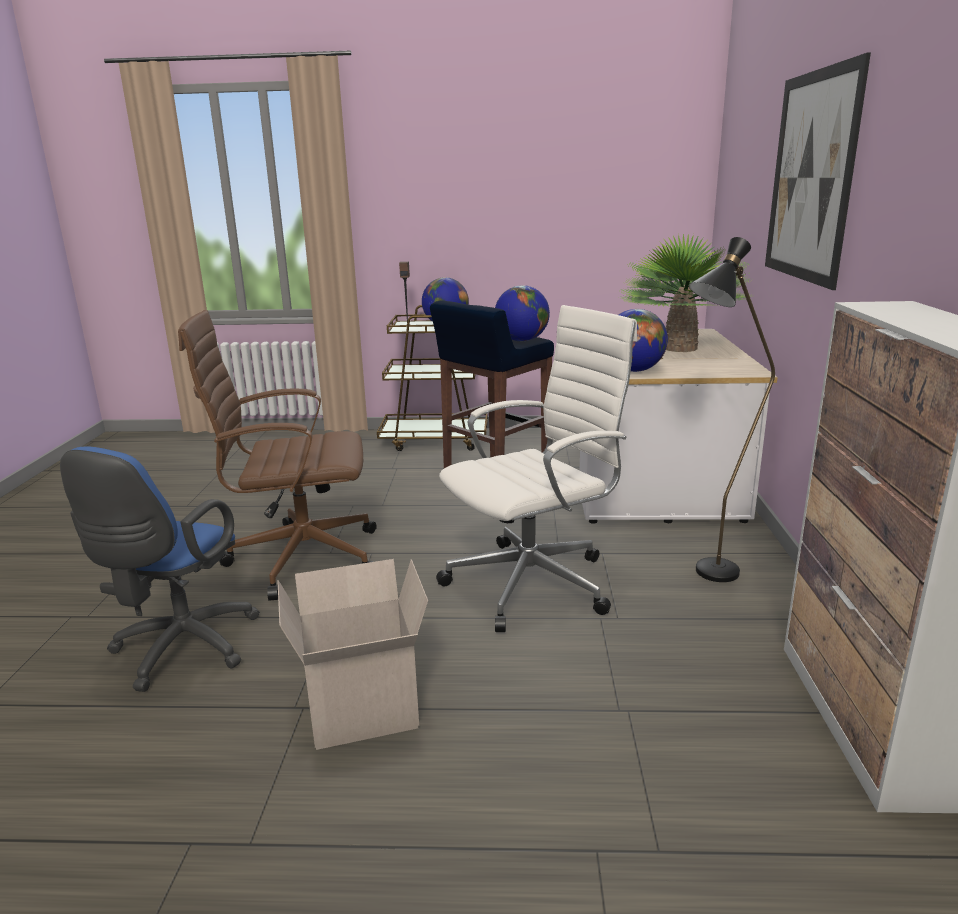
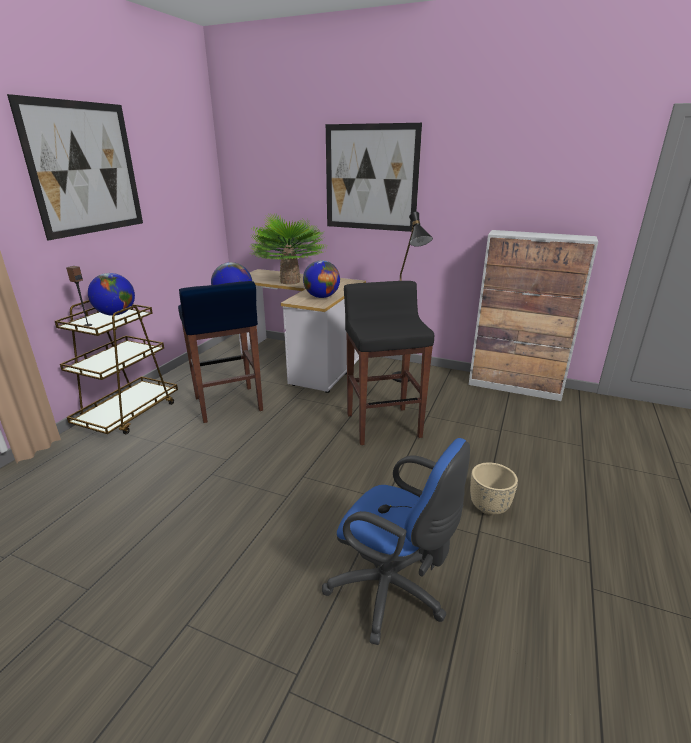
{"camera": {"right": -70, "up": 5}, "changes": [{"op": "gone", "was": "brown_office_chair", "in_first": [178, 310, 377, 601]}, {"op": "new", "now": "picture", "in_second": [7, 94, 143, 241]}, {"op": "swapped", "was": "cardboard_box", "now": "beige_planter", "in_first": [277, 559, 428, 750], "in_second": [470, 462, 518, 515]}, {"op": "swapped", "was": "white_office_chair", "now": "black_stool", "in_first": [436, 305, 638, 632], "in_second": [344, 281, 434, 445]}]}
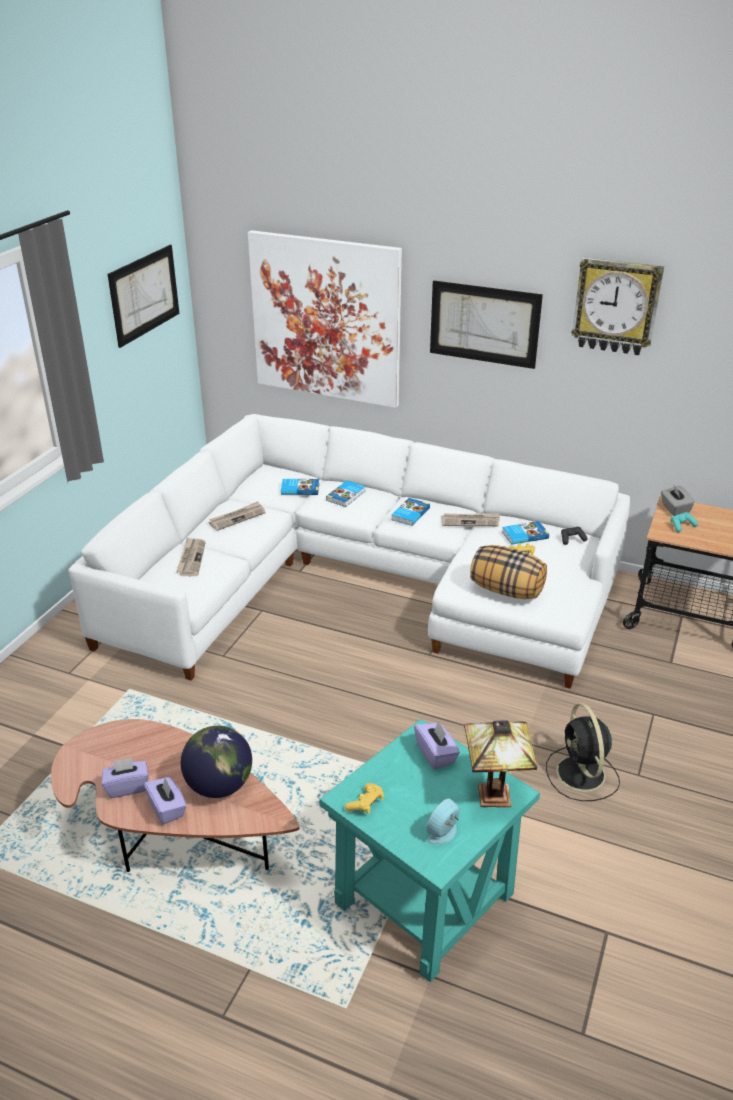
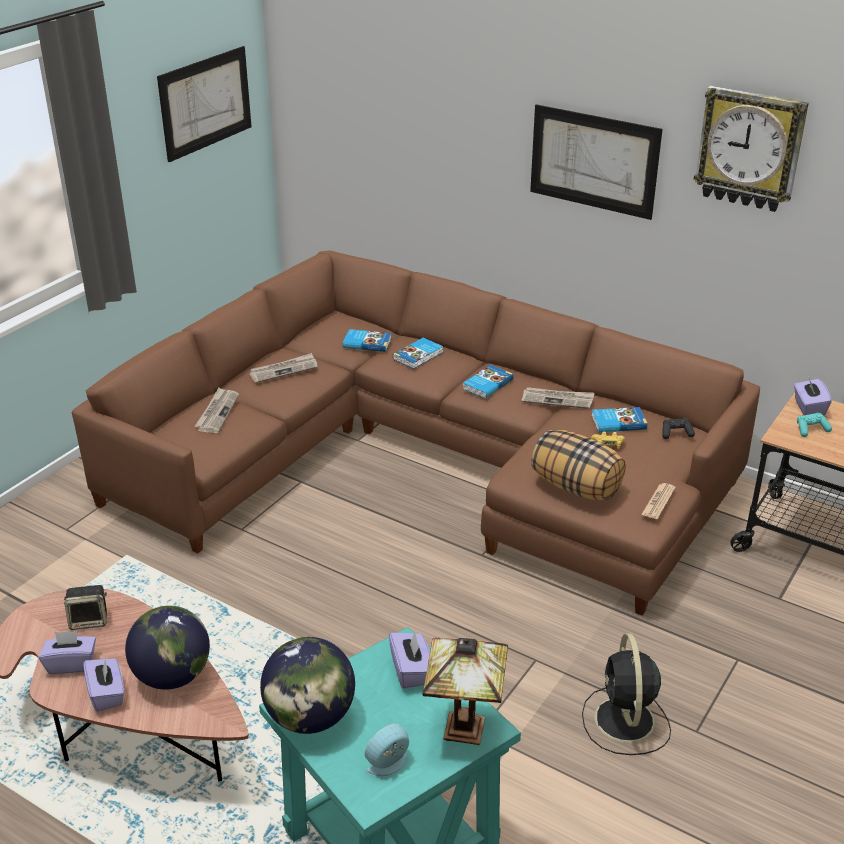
{"camera": {"right": 10, "up": 0}, "changes": [{"op": "gone", "was": "picture", "in_first": [248, 230, 402, 408]}, {"op": "new", "now": "speaker", "in_second": [64, 585, 107, 630]}, {"op": "new", "now": "newspaper", "in_second": [641, 483, 676, 519]}, {"op": "swapped", "was": "yellow_game_controller", "now": "globe", "in_first": [345, 783, 384, 814], "in_second": [260, 637, 355, 734]}, {"op": "repainted", "was": "white_sofa", "now": "brown_sofa", "in_first": [68, 414, 630, 689], "in_second": [72, 250, 760, 616]}, {"op": "repainted", "was": "grey_tissue_box", "now": "purple_tissue_box", "in_first": [661, 484, 694, 516], "in_second": [794, 378, 831, 416]}]}
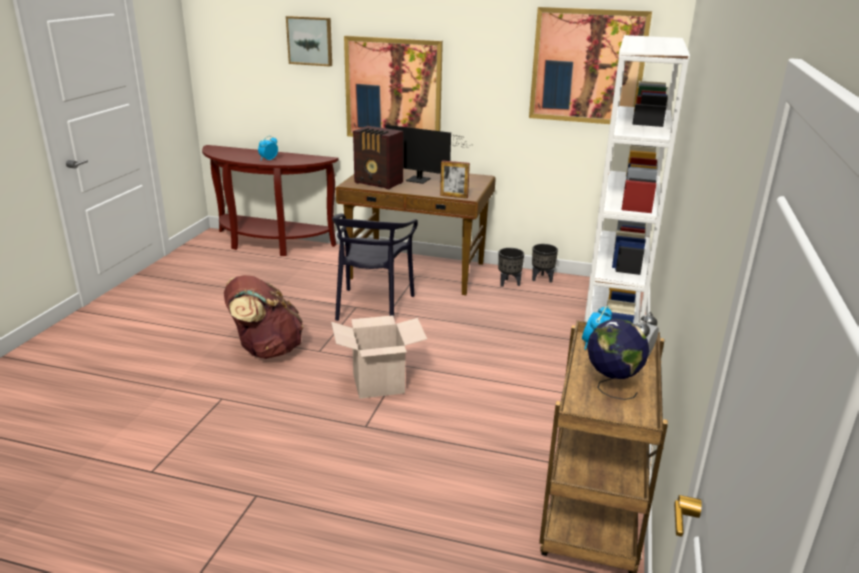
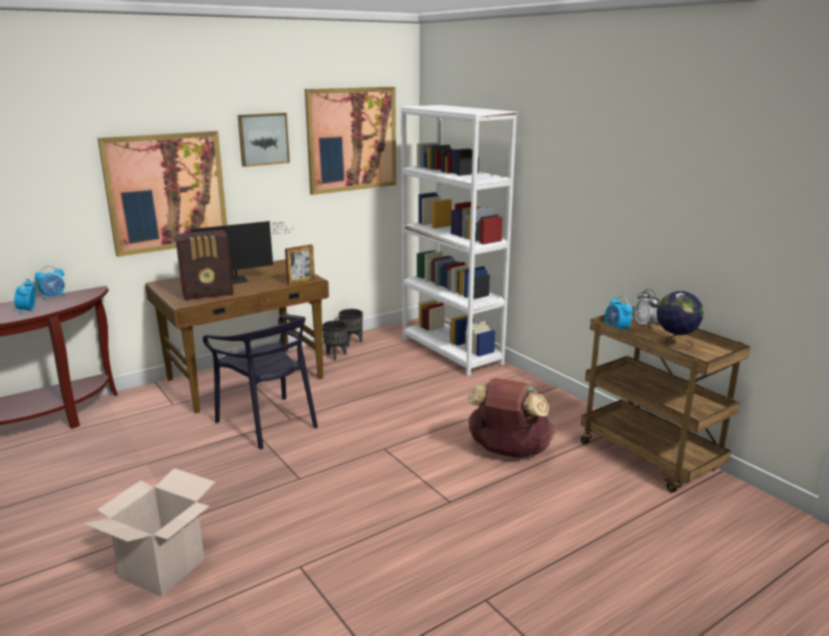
{"camera": {"right": -50, "up": -5}, "changes": [{"op": "new", "now": "alarm_clock", "in_second": [35, 266, 65, 300]}, {"op": "shifted", "was": "brown_backpack", "in_first": [224, 275, 304, 359], "in_second": [466, 378, 555, 458]}, {"op": "shifted", "was": "picture", "in_first": [286, 16, 332, 67], "in_second": [238, 113, 290, 167]}, {"op": "shifted", "was": "cardboard_box", "in_first": [331, 315, 427, 399], "in_second": [83, 468, 215, 597]}]}
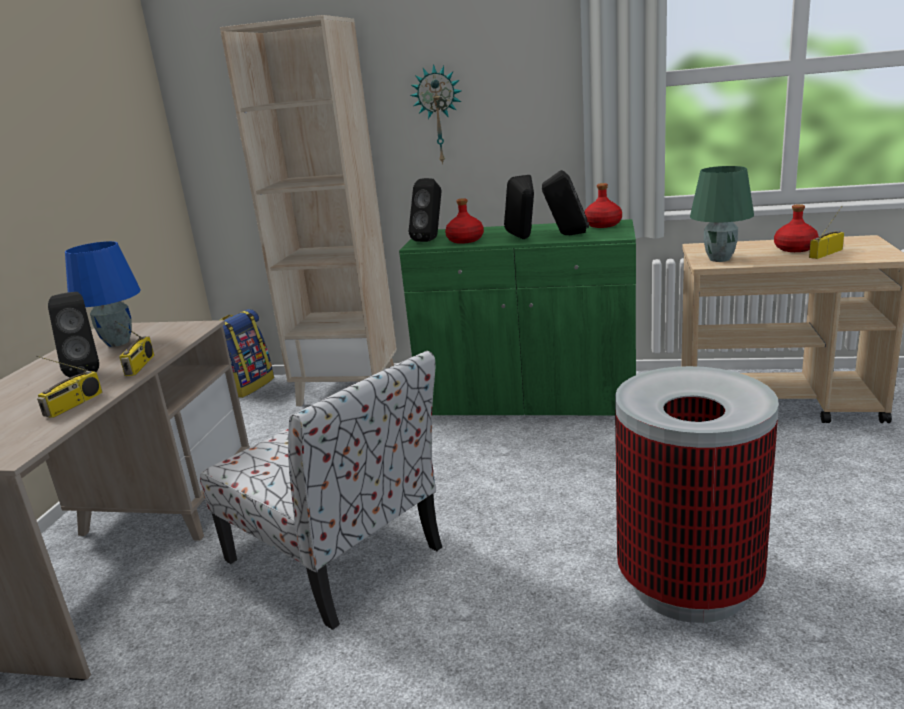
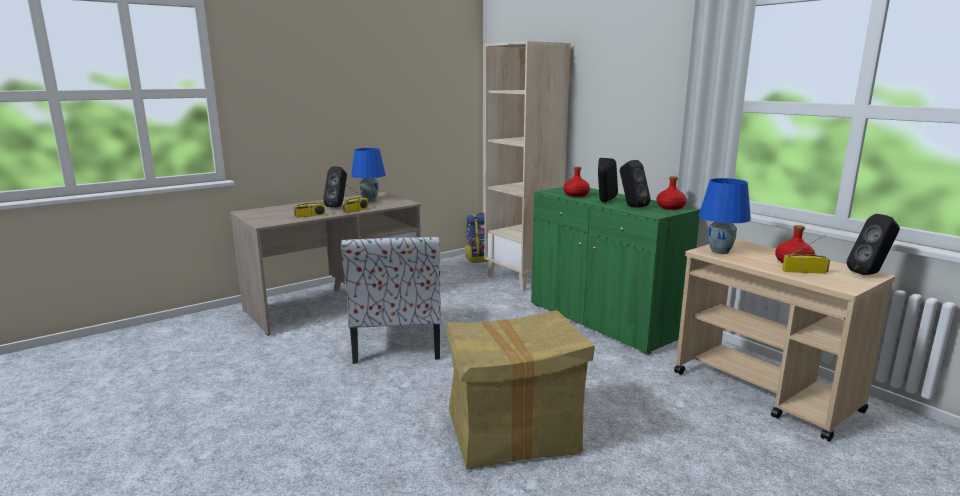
{"camera": {"right": 40, "up": -5}, "changes": [{"op": "gone", "was": "wall_clock", "in_first": [410, 64, 462, 165]}, {"op": "shifted", "was": "black_speaker", "in_first": [409, 178, 441, 242], "in_second": [847, 214, 900, 275]}, {"op": "swapped", "was": "trash_can", "now": "cardboard_box", "in_first": [615, 366, 779, 623], "in_second": [446, 310, 595, 470]}, {"op": "repainted", "was": "green_table_lamp", "now": "blue_table_lamp", "in_first": [690, 166, 754, 262], "in_second": [698, 178, 751, 254]}]}
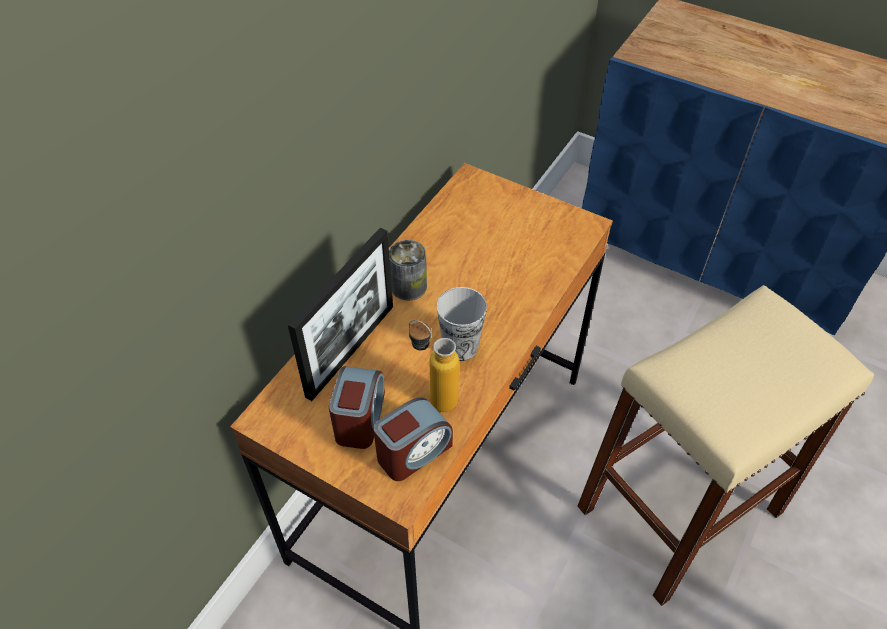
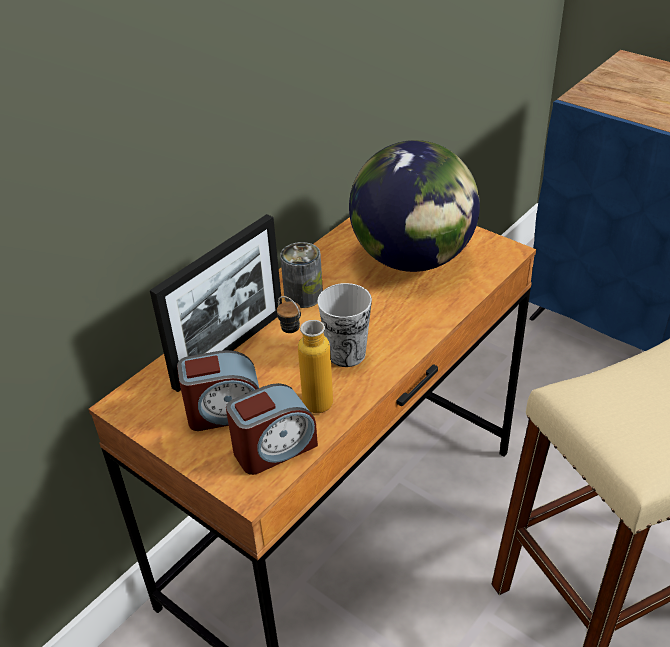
{"camera": {"right": 10, "up": -10}, "changes": [{"op": "new", "now": "globe", "in_second": [349, 140, 480, 272]}, {"op": "rotated", "was": "alarm_clock", "in_first": [329, 366, 385, 449], "in_second": [177, 350, 259, 431], "clockwise": 60}]}
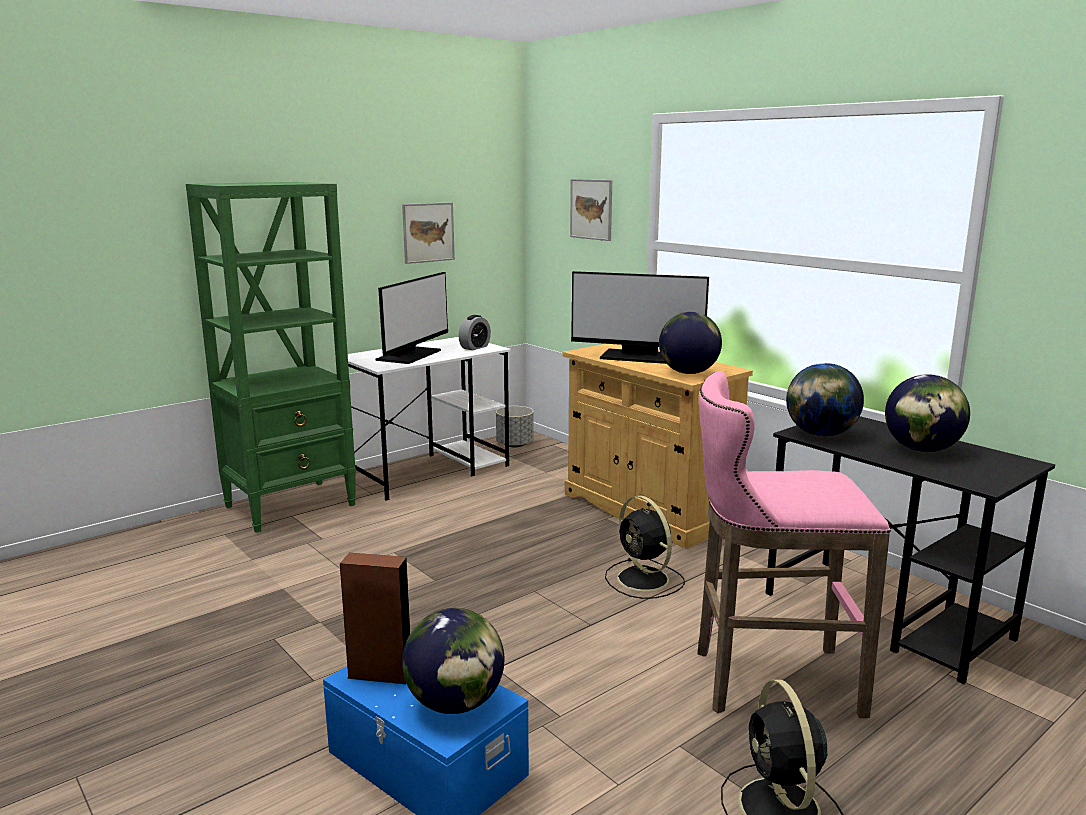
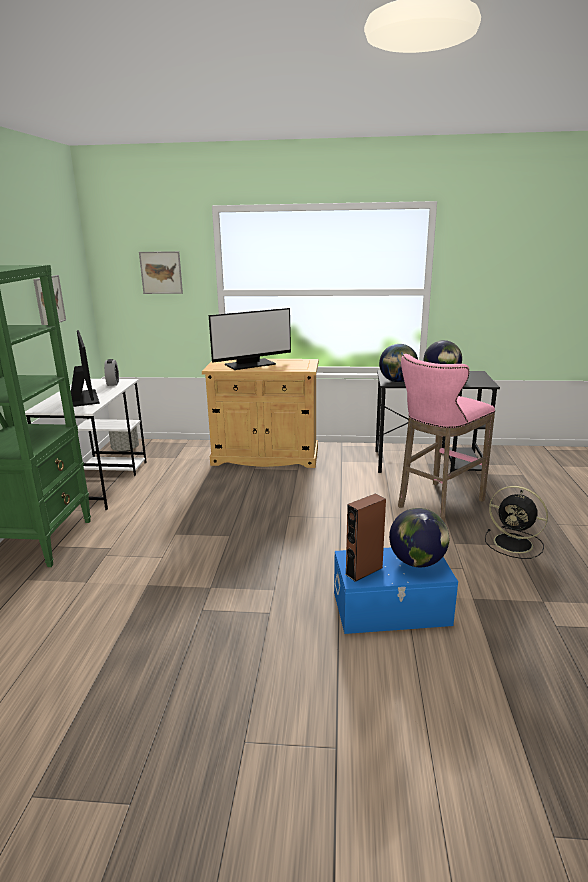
{"camera": {"right": -45, "up": 5}, "changes": [{"op": "gone", "was": "black_fan", "in_first": [605, 495, 685, 599]}, {"op": "gone", "was": "globe", "in_first": [659, 312, 722, 374]}]}
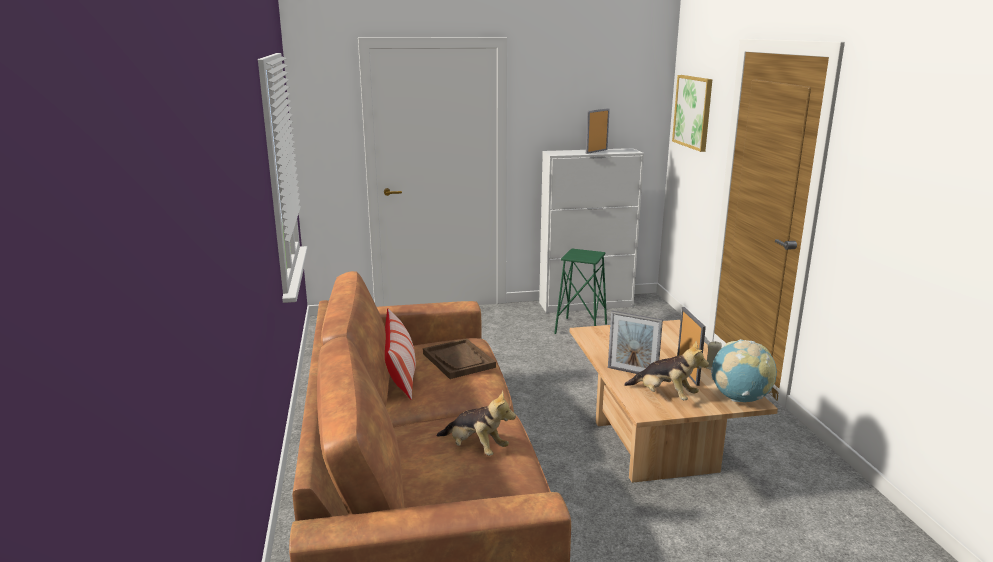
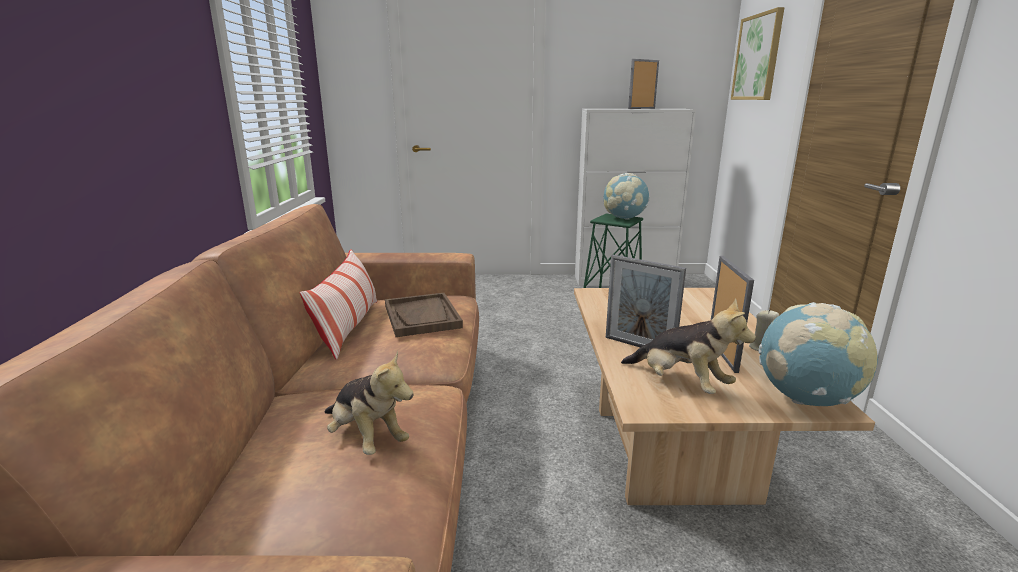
{"camera": {"right": 10, "up": 0}, "changes": [{"op": "new", "now": "globe", "in_second": [604, 173, 650, 220]}]}
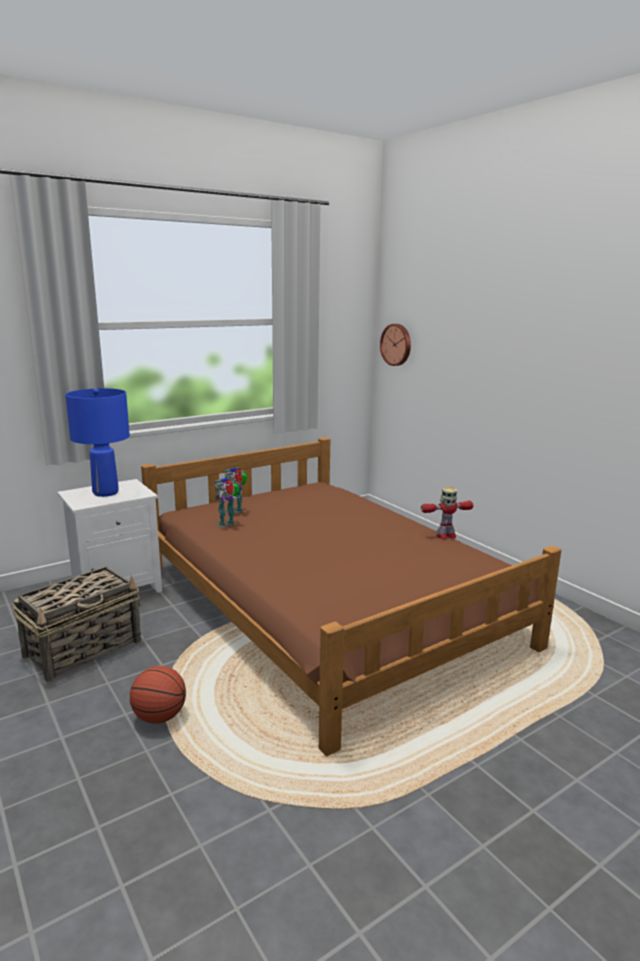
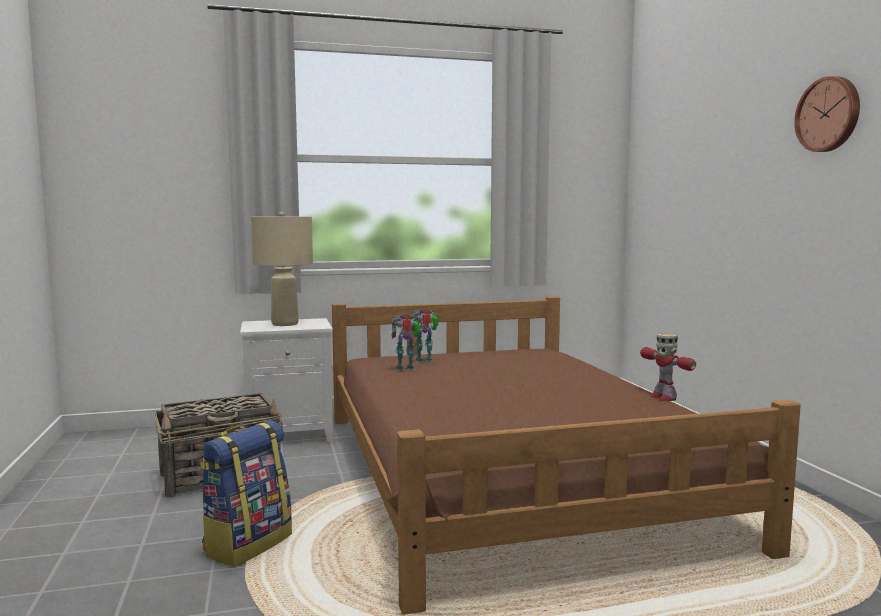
{"camera": {"right": 20, "up": -10}, "changes": [{"op": "shifted", "was": "wall_clock", "in_first": [380, 324, 411, 366], "in_second": [794, 76, 860, 152]}, {"op": "swapped", "was": "basketball", "now": "backpack", "in_first": [130, 666, 186, 724], "in_second": [200, 420, 292, 567]}, {"op": "repainted", "was": "blue_table_lamp", "now": "beige_table_lamp", "in_first": [65, 388, 130, 497], "in_second": [251, 212, 313, 326]}, {"op": "rotated", "was": "toy_robot", "in_first": [421, 487, 473, 539], "in_second": [640, 333, 696, 401], "clockwise": 60}]}
